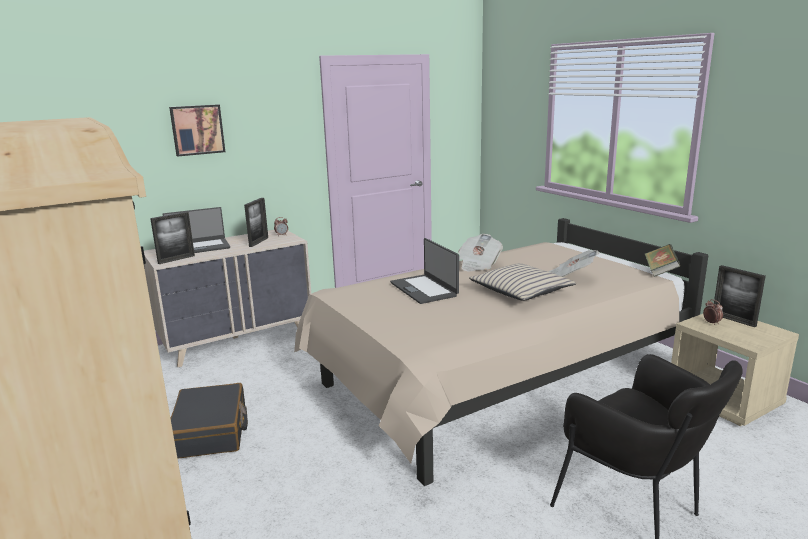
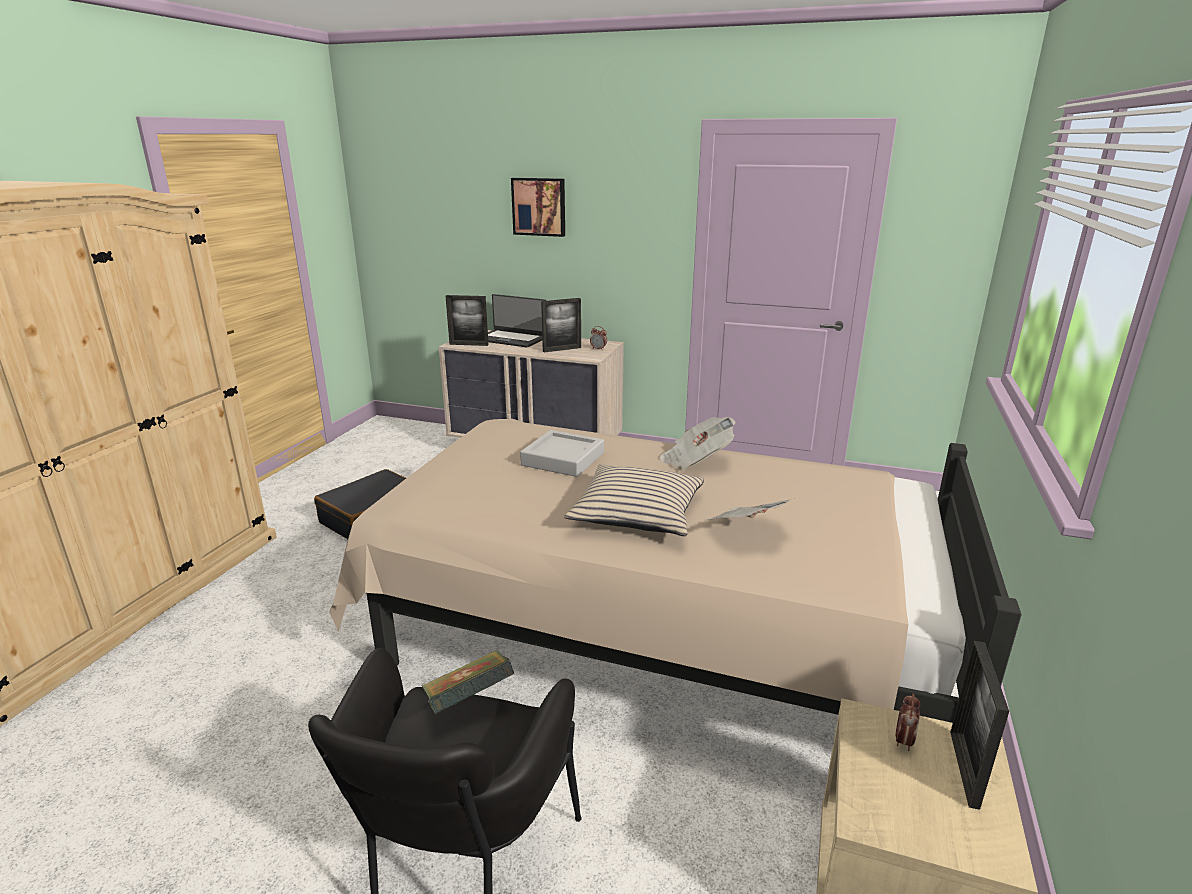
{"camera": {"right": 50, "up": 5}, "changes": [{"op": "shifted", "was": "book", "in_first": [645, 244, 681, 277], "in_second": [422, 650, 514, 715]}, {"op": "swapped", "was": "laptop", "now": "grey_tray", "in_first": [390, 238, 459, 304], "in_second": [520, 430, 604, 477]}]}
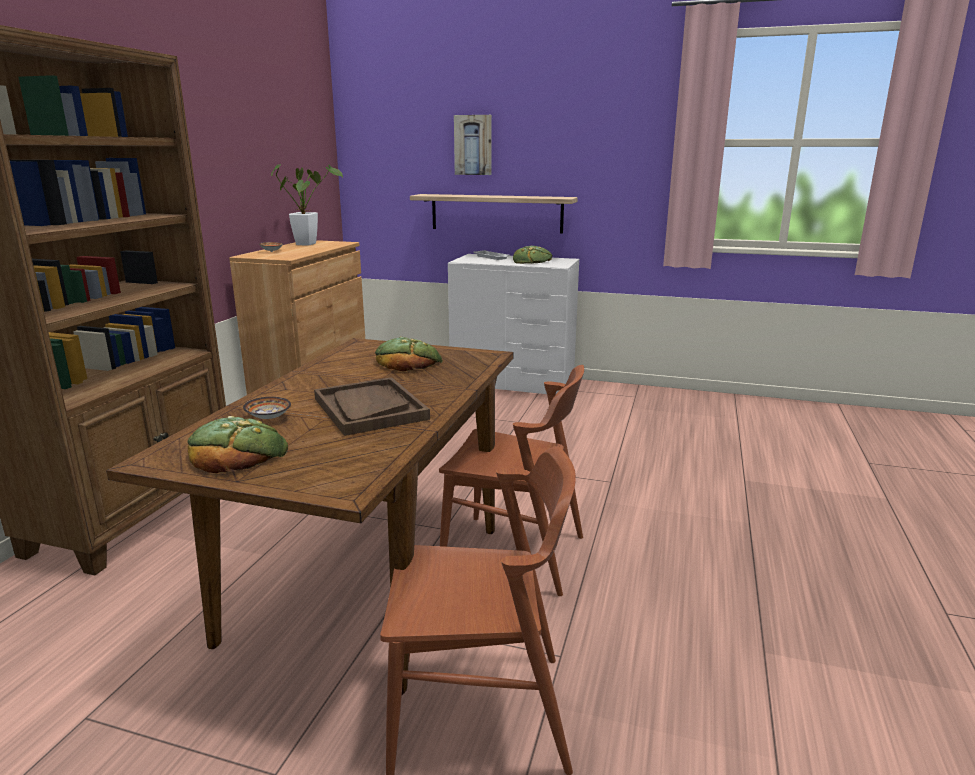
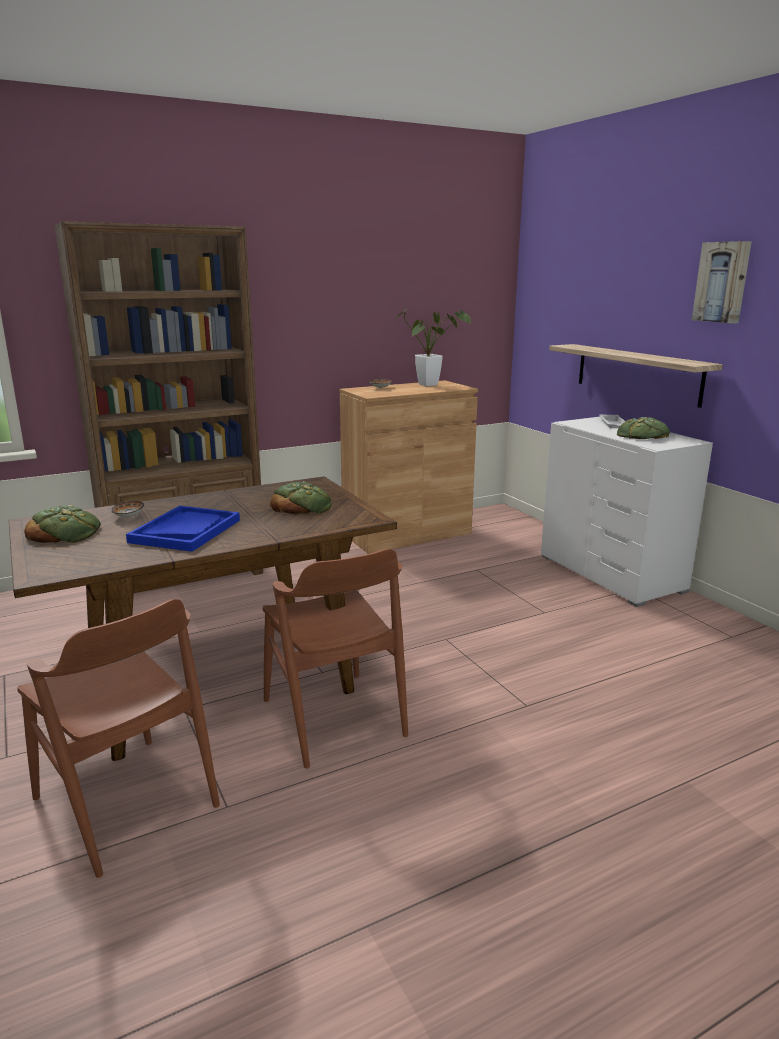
{"camera": {"right": 45, "up": 0}, "changes": [{"op": "shifted", "was": "picture", "in_first": [454, 115, 492, 175], "in_second": [692, 241, 752, 324]}, {"op": "repainted", "was": "brown_tray", "now": "blue_tray", "in_first": [314, 377, 430, 436], "in_second": [126, 506, 240, 552]}]}
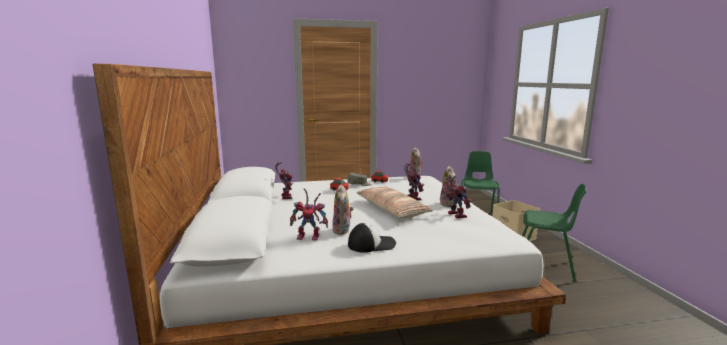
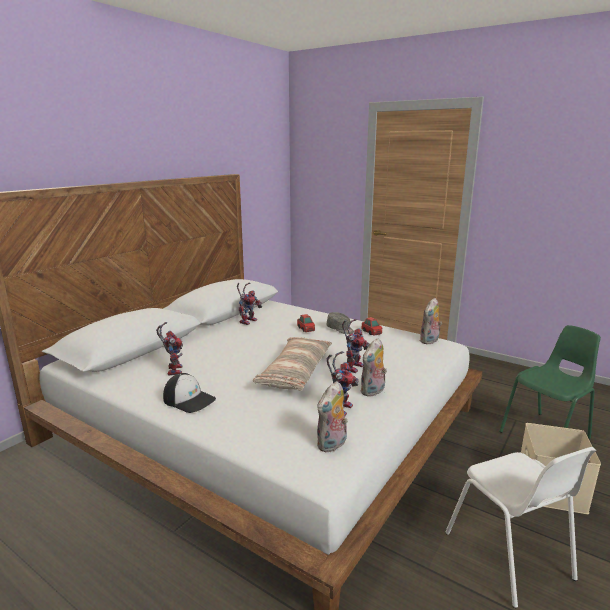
{"camera": {"right": 45, "up": 5}, "changes": [{"op": "shifted", "was": "plush_toy", "in_first": [332, 184, 353, 235], "in_second": [317, 381, 348, 452]}, {"op": "repainted", "was": "green_chair", "now": "white_chair", "in_first": [522, 184, 587, 282], "in_second": [445, 447, 596, 608]}, {"op": "rotated", "was": "toy_robot", "in_first": [290, 188, 328, 241], "in_second": [156, 322, 183, 376], "clockwise": -150}]}
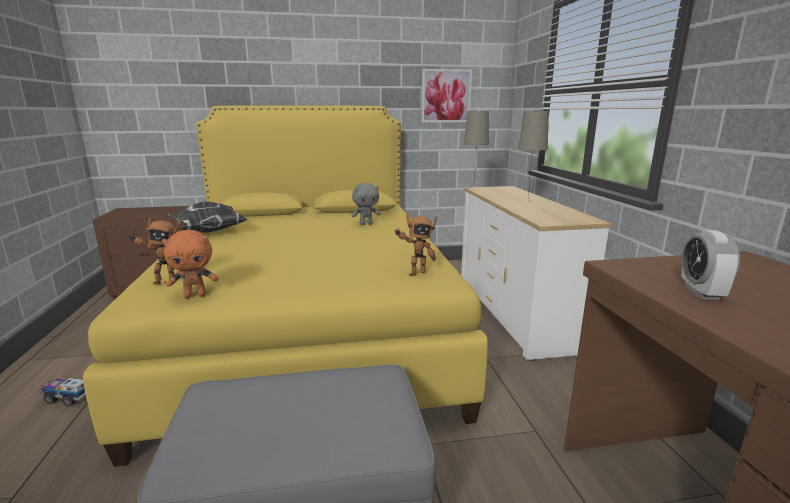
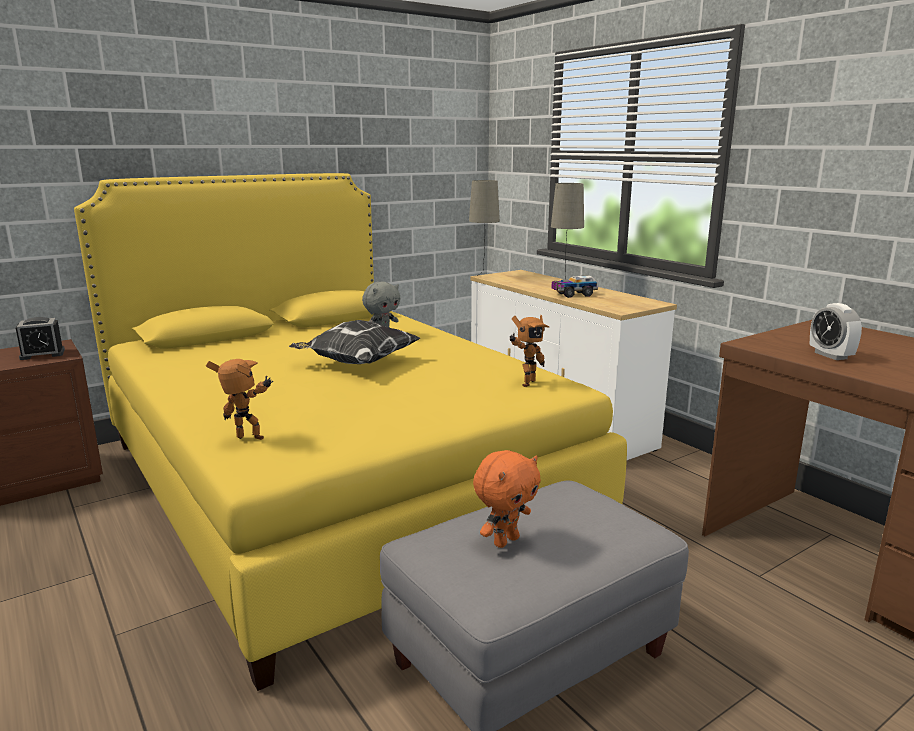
{"camera": {"right": -25, "up": 0}, "changes": [{"op": "gone", "was": "picture", "in_first": [421, 69, 472, 123]}, {"op": "new", "now": "alarm_clock", "in_second": [16, 317, 65, 360]}, {"op": "shifted", "was": "toy_truck", "in_first": [38, 377, 86, 407], "in_second": [551, 276, 598, 298]}, {"op": "shifted", "was": "orange_plush_toy", "in_first": [162, 230, 219, 298], "in_second": [473, 450, 541, 548]}, {"op": "shifted", "was": "pillow", "in_first": [164, 201, 247, 233], "in_second": [289, 320, 420, 364]}, {"op": "rotated", "was": "toy_robot", "in_first": [127, 218, 184, 284], "in_second": [206, 359, 273, 440], "clockwise": -120}]}
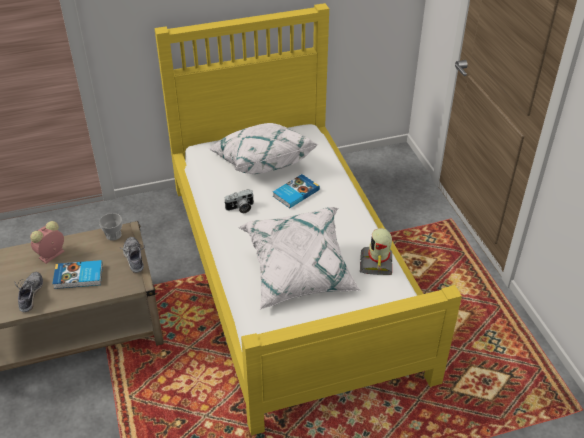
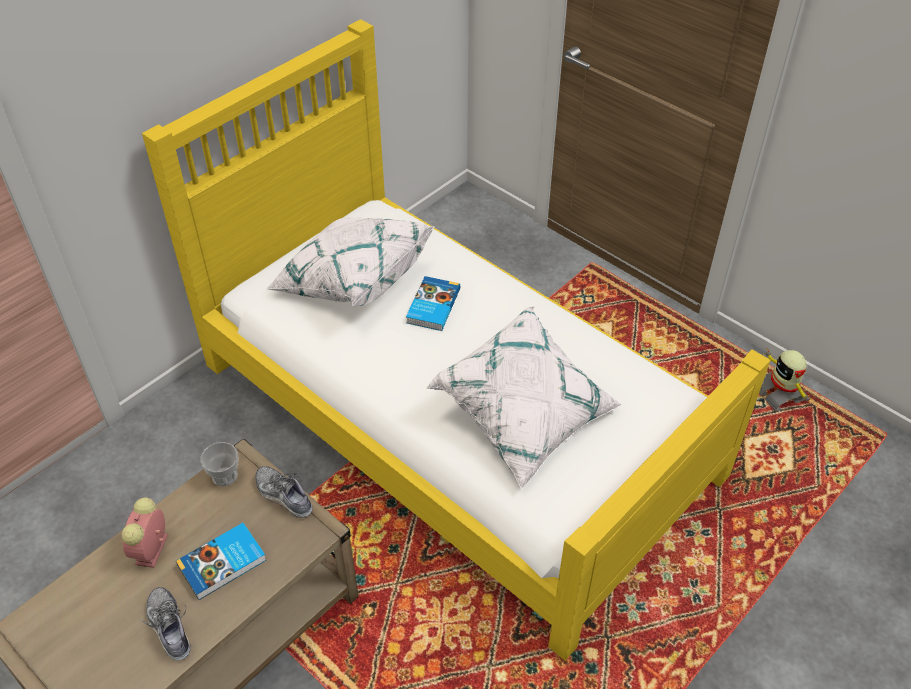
{"camera": {"right": -30, "up": 5}, "changes": [{"op": "gone", "was": "photo_camera", "in_first": [224, 189, 254, 213]}, {"op": "shifted", "was": "toy_robot", "in_first": [360, 228, 392, 275], "in_second": [759, 349, 813, 411]}]}
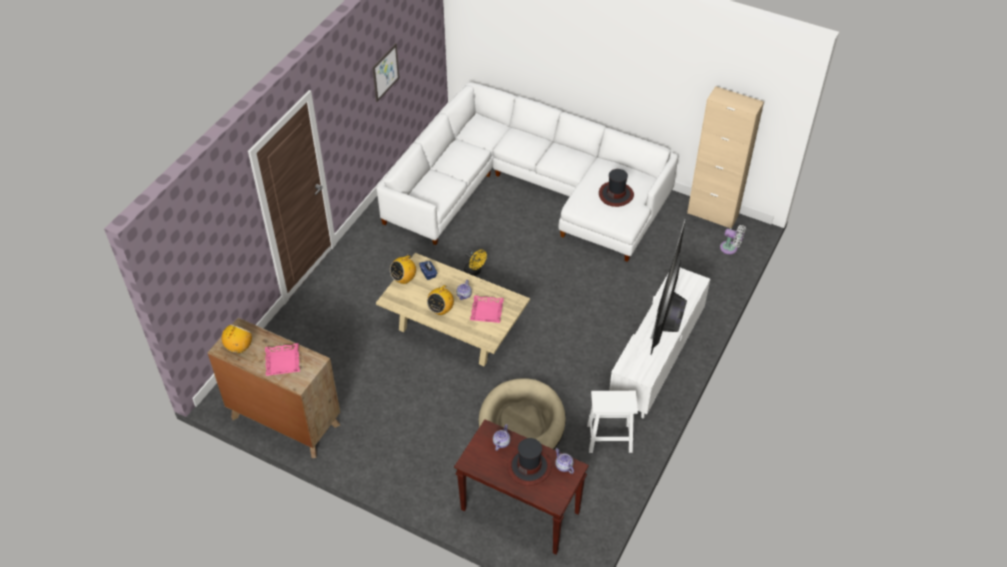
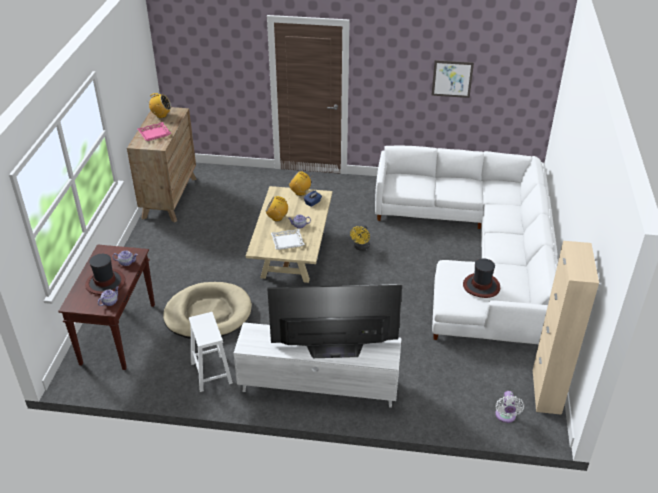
{"camera": {"right": 70, "up": -10}, "changes": [{"op": "repainted", "was": "pink_tray", "now": "white_tray", "in_first": [470, 295, 504, 323], "in_second": [271, 229, 305, 250]}]}
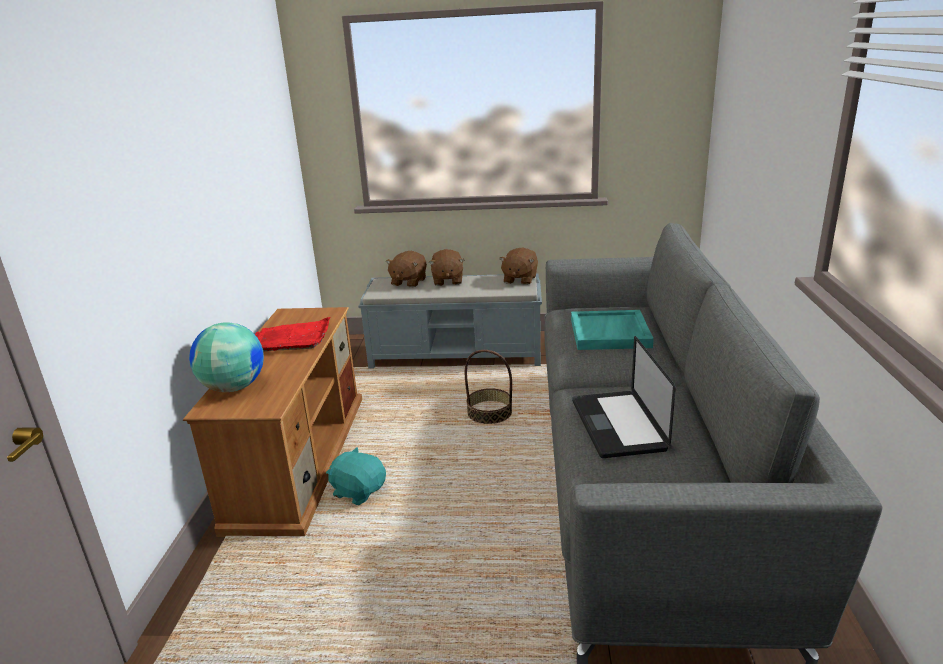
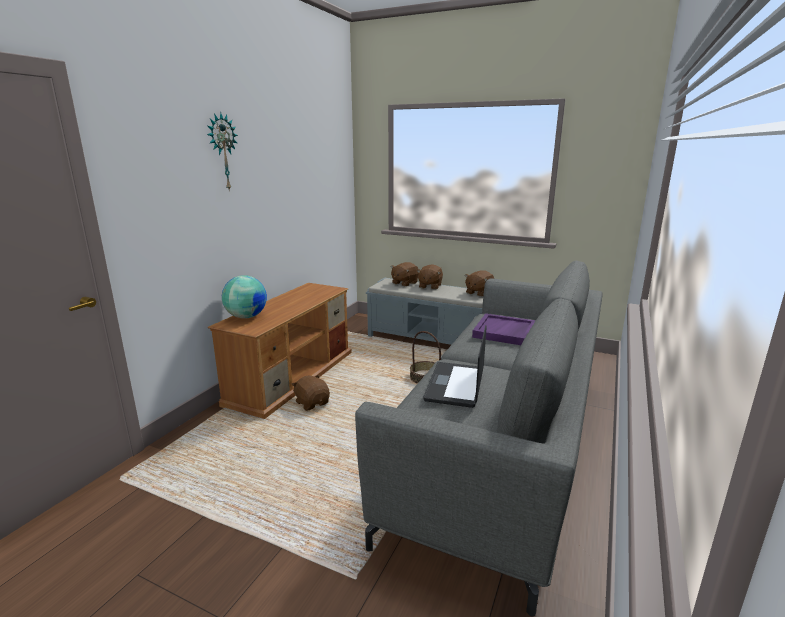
{"camera": {"right": 20, "up": -5}, "changes": [{"op": "gone", "was": "red_tray", "in_first": [255, 317, 330, 352]}, {"op": "new", "now": "wall_clock", "in_second": [207, 112, 238, 191]}, {"op": "repainted", "was": "turquoise_plush_toy", "now": "brown_plush_toy", "in_first": [326, 447, 386, 505], "in_second": [291, 375, 330, 411]}, {"op": "repainted", "was": "turquoise_tray", "now": "purple_tray", "in_first": [571, 310, 654, 350], "in_second": [472, 313, 536, 345]}]}
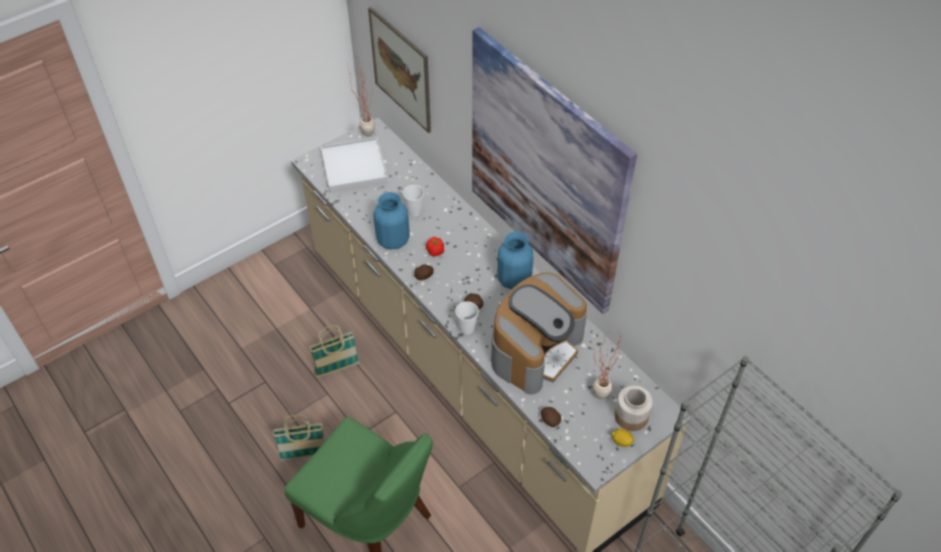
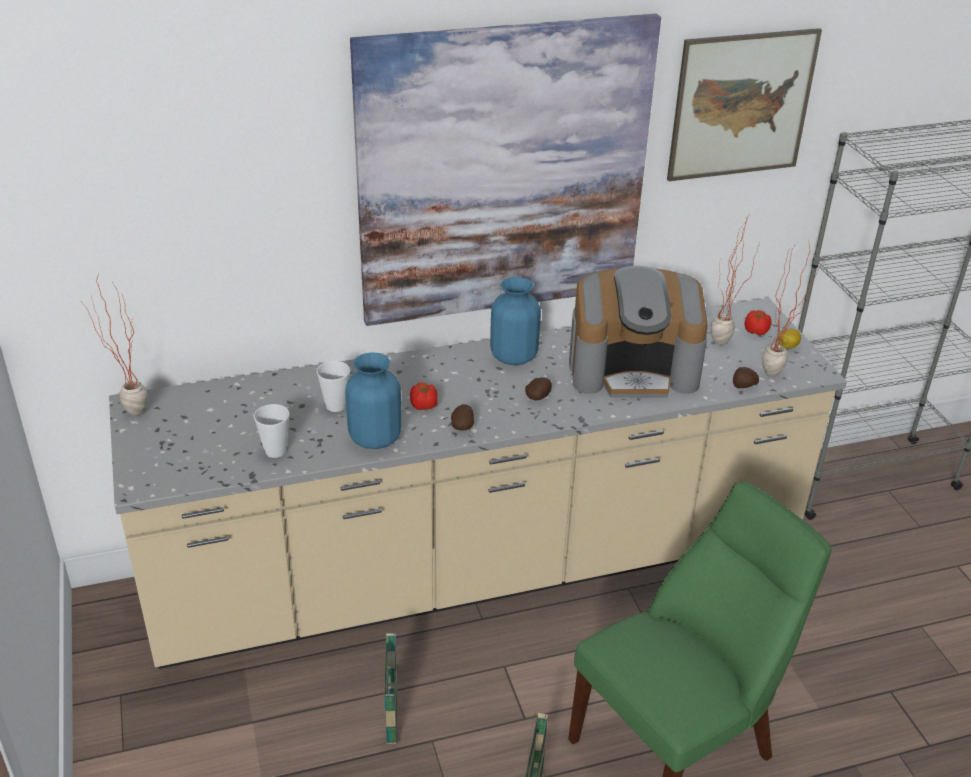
{"camera": {"right": -70, "up": -15}, "changes": [{"op": "gone", "was": "white_tray", "in_first": [321, 137, 388, 193]}, {"op": "new", "now": "potted_plant", "in_second": [762, 243, 823, 377]}, {"op": "shifted", "was": "picture", "in_first": [368, 7, 431, 133], "in_second": [667, 28, 822, 181]}, {"op": "shifted", "was": "cup", "in_first": [455, 301, 479, 335], "in_second": [254, 404, 289, 458]}, {"op": "swapped", "was": "jar", "now": "tomato", "in_first": [615, 385, 653, 431], "in_second": [745, 310, 771, 335]}, {"op": "rotated", "was": "coffee_machine", "in_first": [491, 272, 587, 395], "in_second": [569, 266, 708, 397], "clockwise": 120}]}
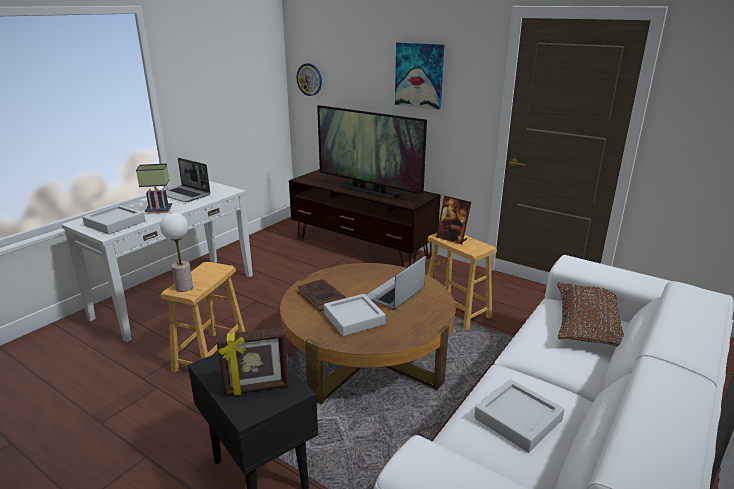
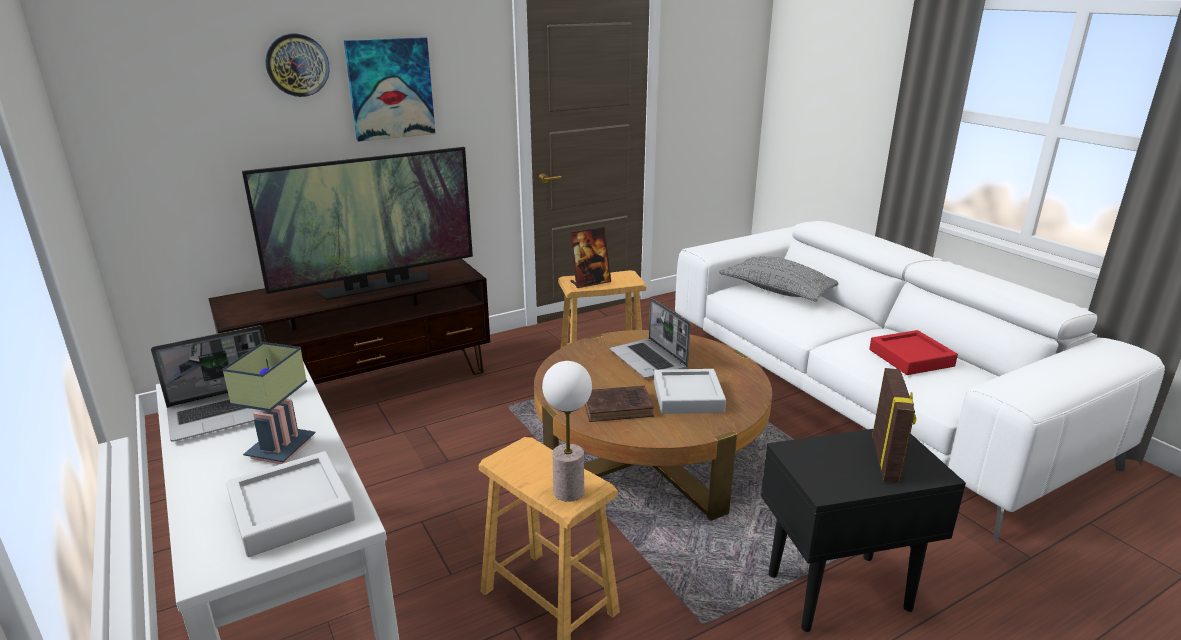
{"camera": {"right": -65, "up": 0}, "changes": [{"op": "shifted", "was": "wall_clock", "in_first": [297, 63, 322, 96], "in_second": [265, 33, 330, 97]}, {"op": "repainted", "was": "grey_tray", "now": "red_tray", "in_first": [474, 379, 564, 452], "in_second": [869, 330, 958, 375]}, {"op": "repainted", "was": "brown_pillow", "now": "grey_pillow", "in_first": [557, 282, 624, 347], "in_second": [719, 256, 839, 302]}]}
